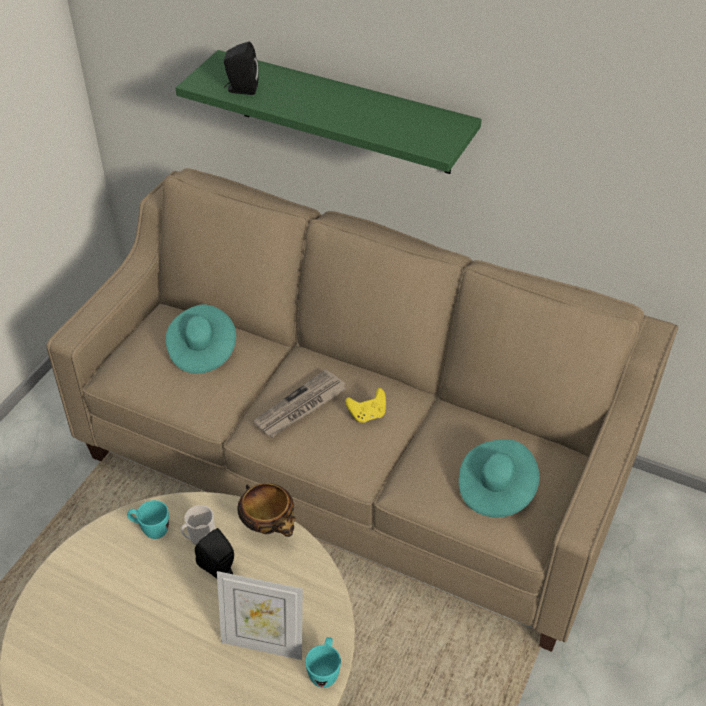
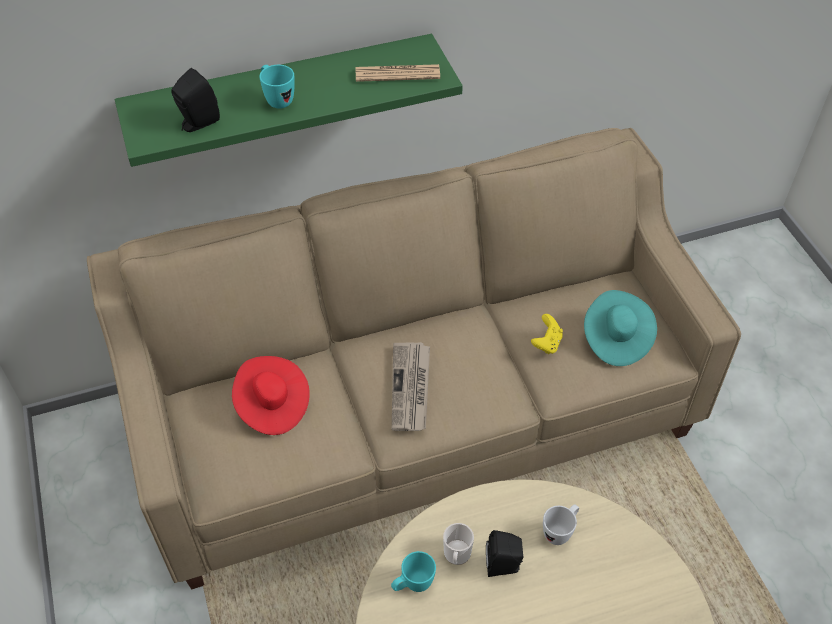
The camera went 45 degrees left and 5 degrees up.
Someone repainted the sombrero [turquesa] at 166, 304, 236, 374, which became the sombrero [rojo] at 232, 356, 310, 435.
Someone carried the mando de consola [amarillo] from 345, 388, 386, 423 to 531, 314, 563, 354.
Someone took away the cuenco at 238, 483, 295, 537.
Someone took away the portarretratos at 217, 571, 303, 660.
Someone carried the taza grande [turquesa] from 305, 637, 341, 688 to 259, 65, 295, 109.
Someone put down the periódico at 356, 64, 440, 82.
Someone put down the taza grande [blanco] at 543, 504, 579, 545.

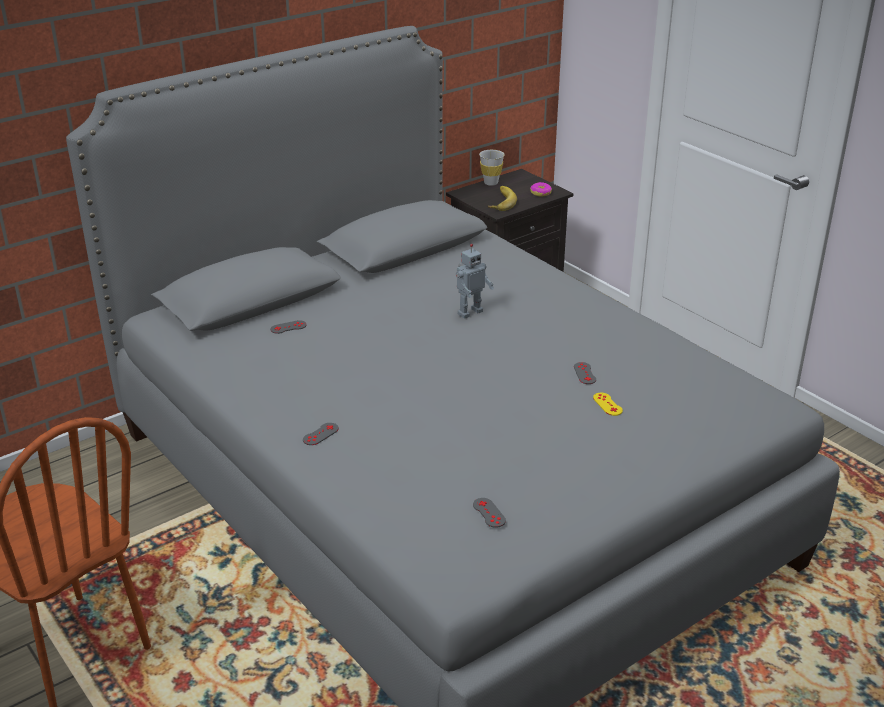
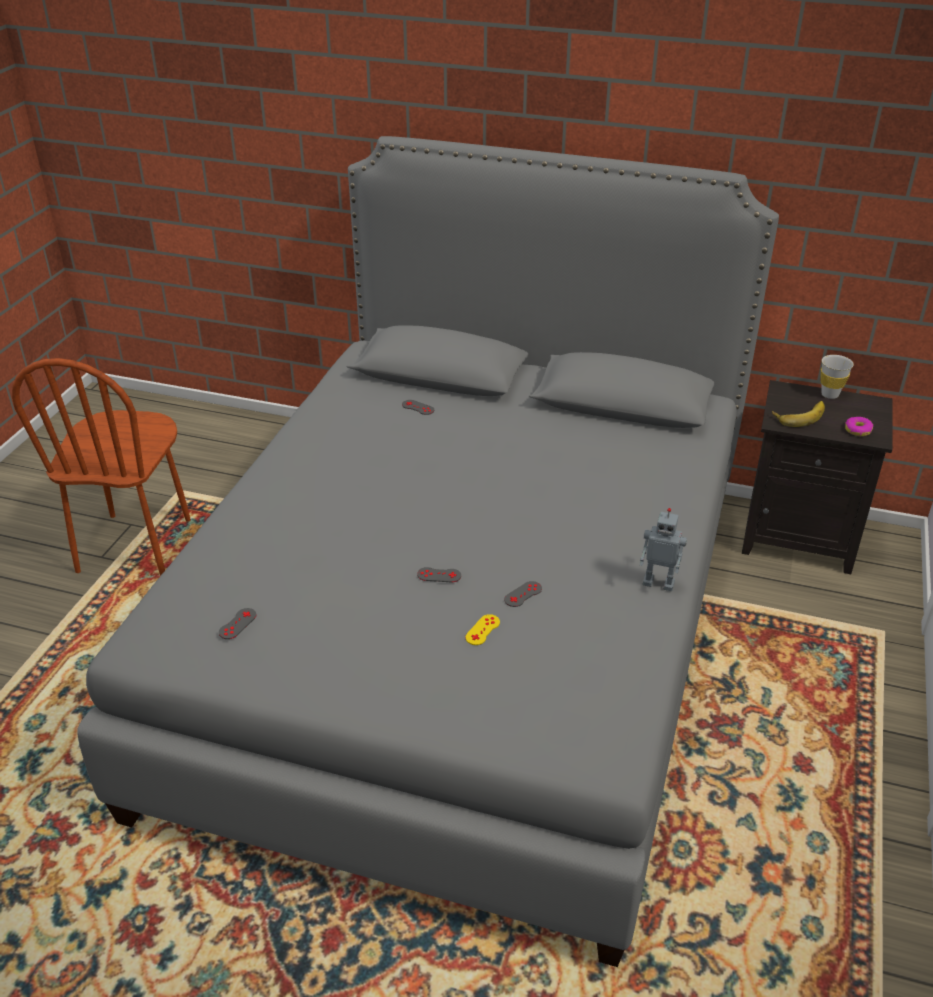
The camera went 55 degrees right and 5 degrees up.
Someone carried the robot de juguete from 456, 244, 494, 319 to 640, 508, 687, 591.
Someone carried the mando de consola [gris] from 303, 423, 339, 445 to 417, 567, 461, 582.

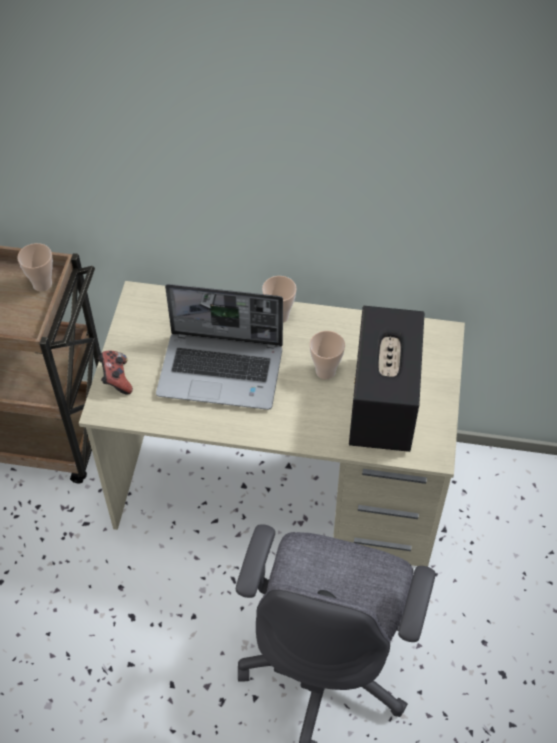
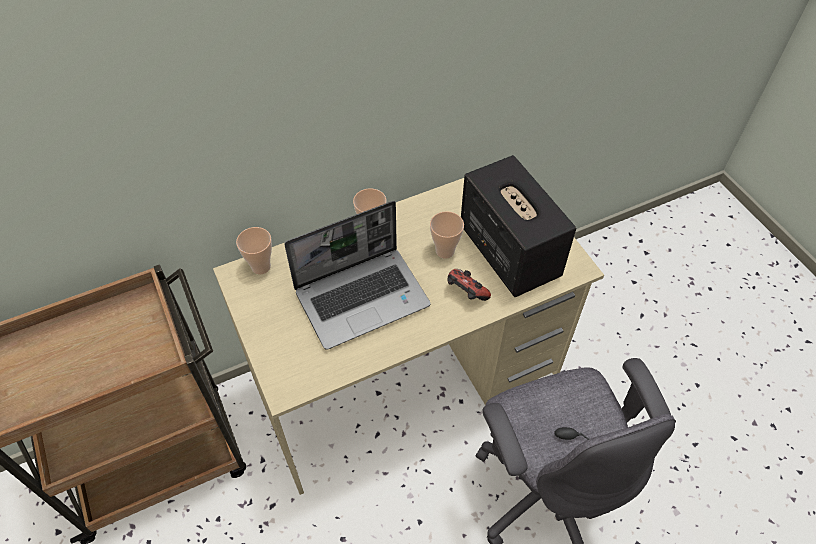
The camera went 35 degrees left and 0 degrees up.
Someone carried the taza from 17, 243, 53, 292 to 236, 227, 272, 274.
Someone carried the mando de consola from 98, 351, 133, 394 to 448, 269, 491, 301.

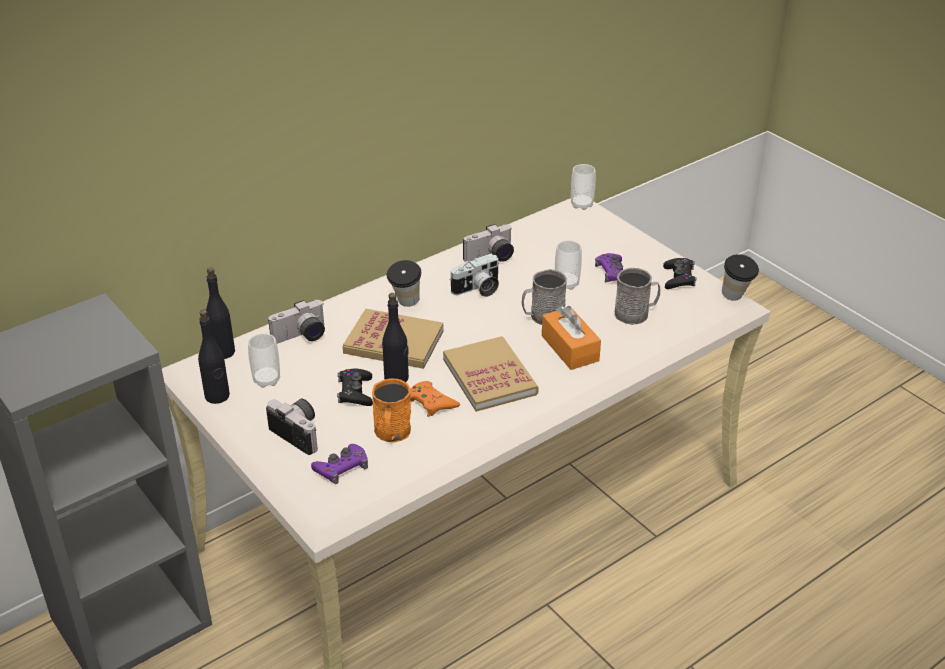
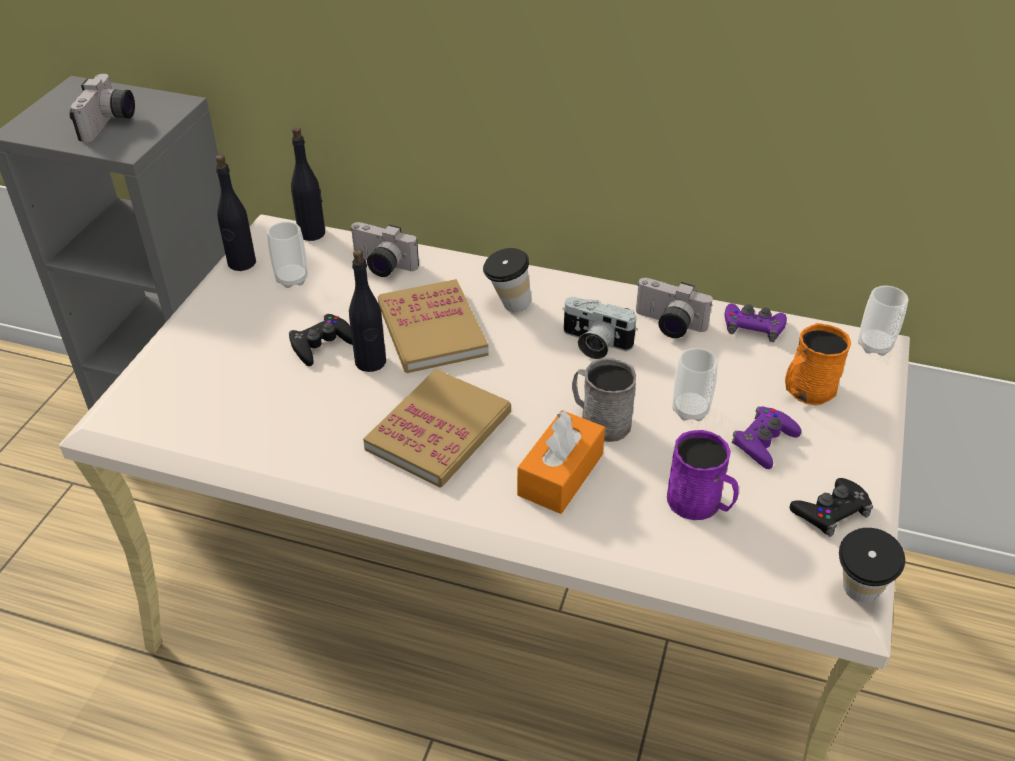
The camera went 55 degrees right and 5 degrees up.
Someone repainted the taza grande [gris] at 614, 268, 660, 325, which became the taza grande [morado] at 667, 430, 738, 520.
Someone carried the taza grande [naranja] from 372, 379, 411, 442 to 785, 323, 851, 406.
Someone took away the mando de consola [naranja] at 410, 381, 460, 417.
Someone carried the cámara from 266, 399, 318, 455 to 70, 74, 135, 142.
Someone carried the mando de consola [morado] from 311, 444, 368, 484 to 724, 303, 787, 342.

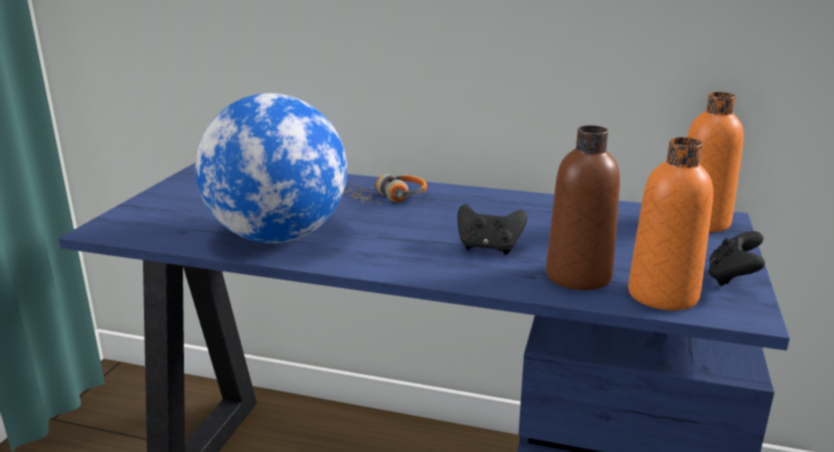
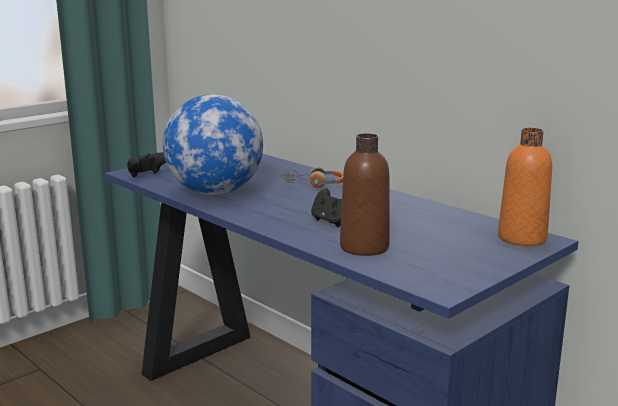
The camera went 30 degrees right and 5 degrees down.
Someone took away the botella [naranja] at 628, 137, 713, 310.
Someone carried the mando de consola [negro] from 708, 231, 765, 286 to 127, 152, 166, 177.

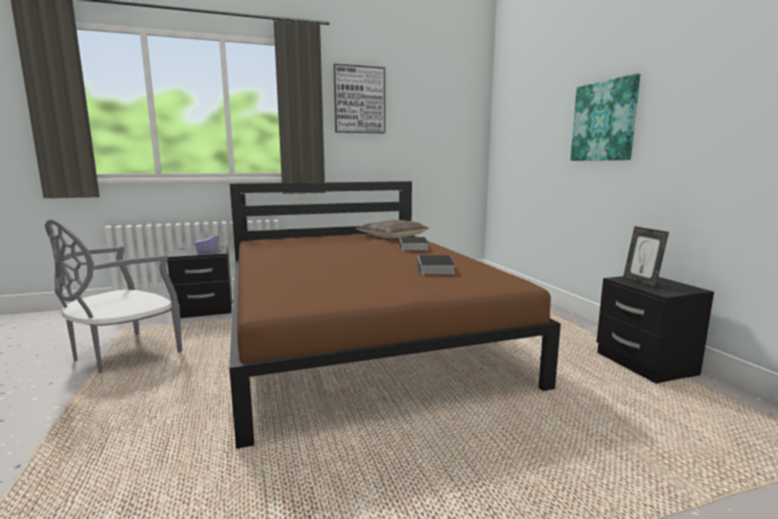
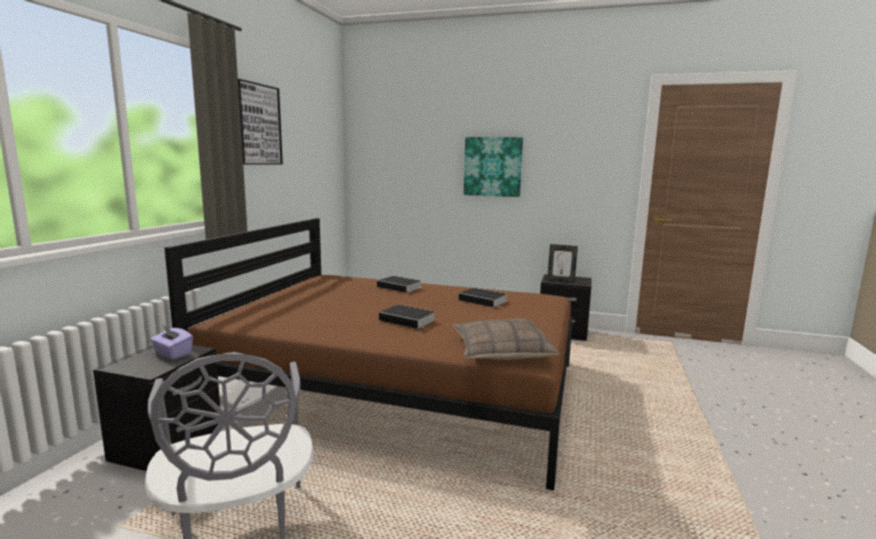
The camera went 55 degrees left and 0 degrees up.
Someone carried the cojín from 356, 220, 429, 238 to 453, 318, 560, 360.
Someone put down the libro at 379, 304, 435, 330.

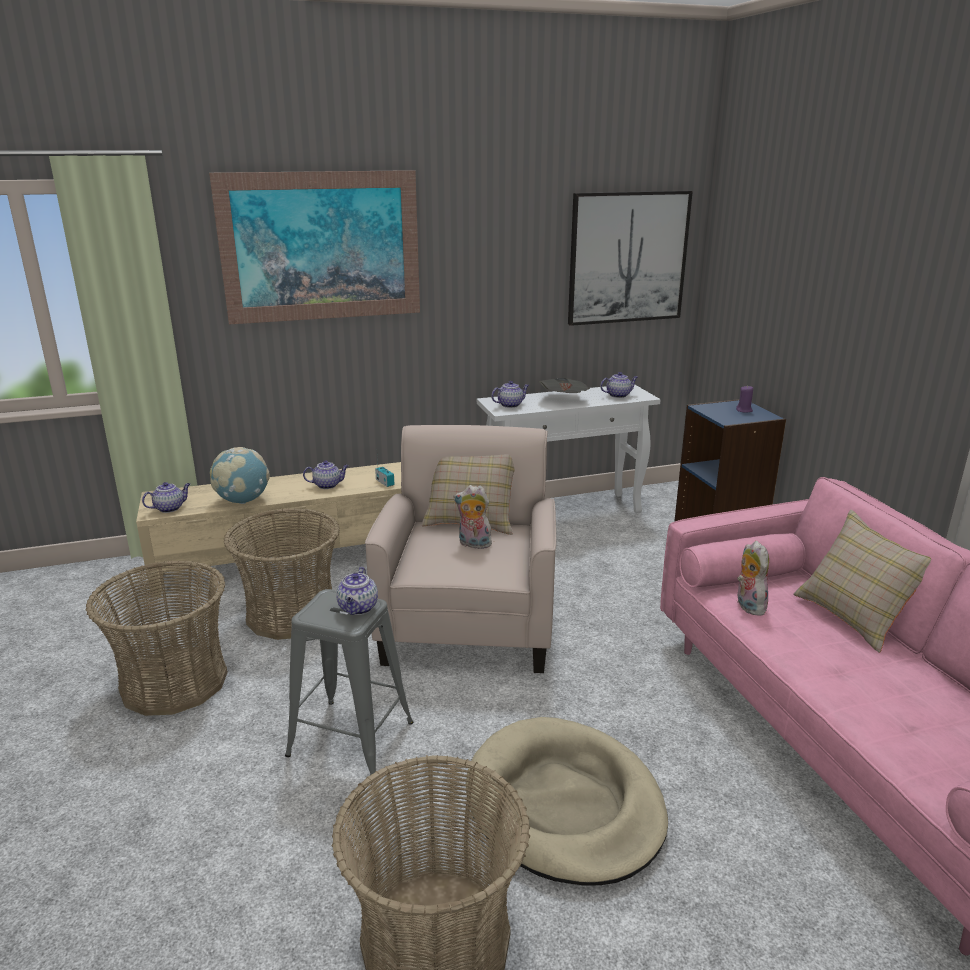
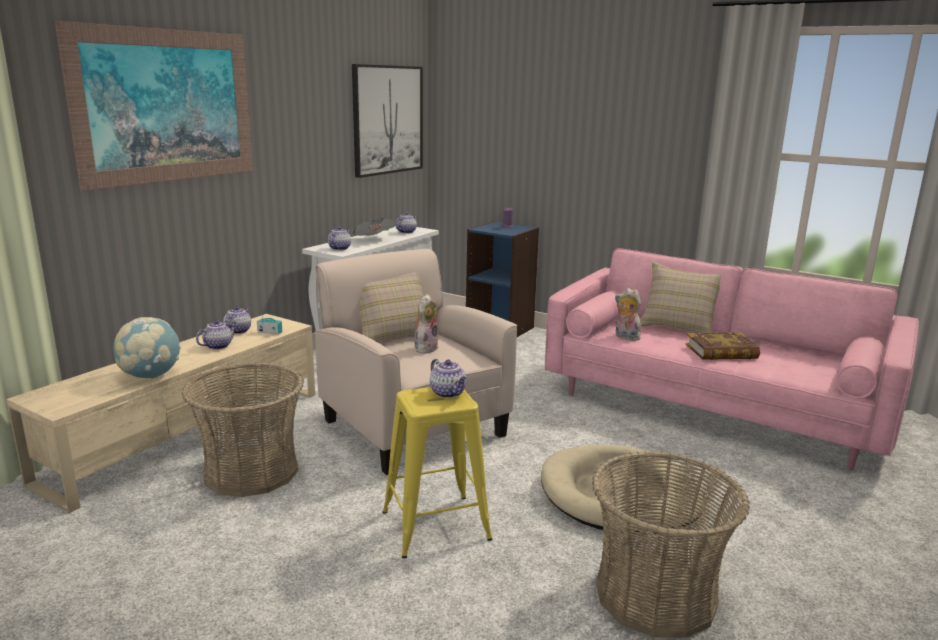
The camera went 40 degrees left and 5 degrees down.
Someone carried the tetera from 142, 482, 190, 513 to 223, 306, 251, 334.
Someone rotated the peluche at 453, 485, 492, 549 by 135 degrees clockwise.
Someone took away the cesta at 86, 560, 228, 716.
Someone repainted the taburete [gris] at 285, 589, 413, 775, which became the taburete [amarillo] at 383, 387, 492, 558.
Someone put down the libro at 686, 332, 760, 360.

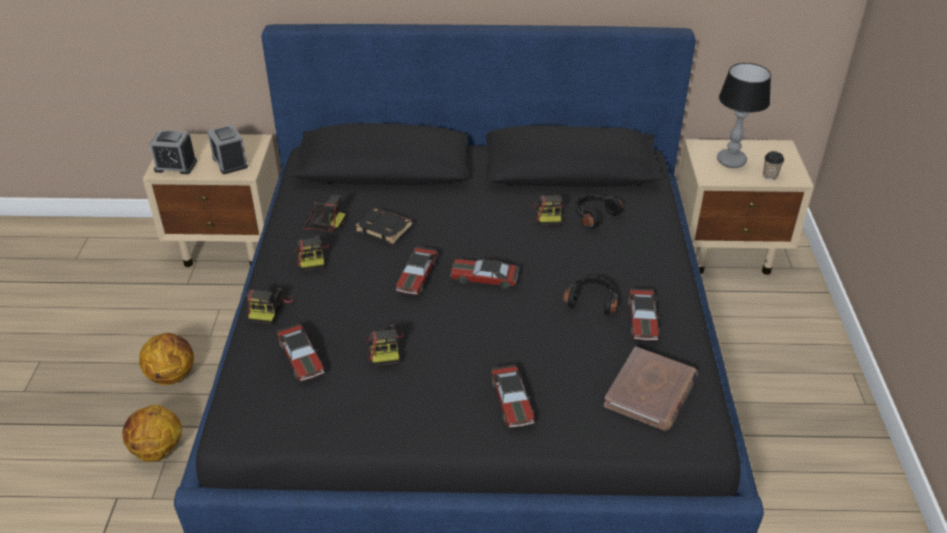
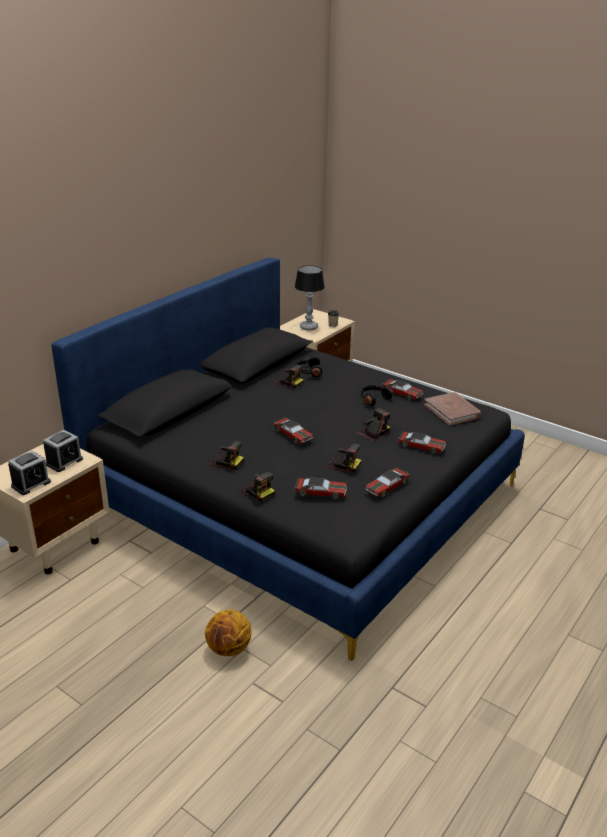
The camera went 55 degrees left and 10 degrees down.
Someone rotated the despertador at 207, 124, 248, 174 by 60 degrees counterclockwise.
Someone carried the cámara from 302, 194, 346, 232 to 356, 408, 391, 441.
Someone took away the libro [negro] at 355, 207, 413, 244.
Someone carried the coche de juguete from 451, 259, 519, 289 to 365, 468, 410, 497.
Someone took away the balón de baloncesto at 139, 333, 194, 385.

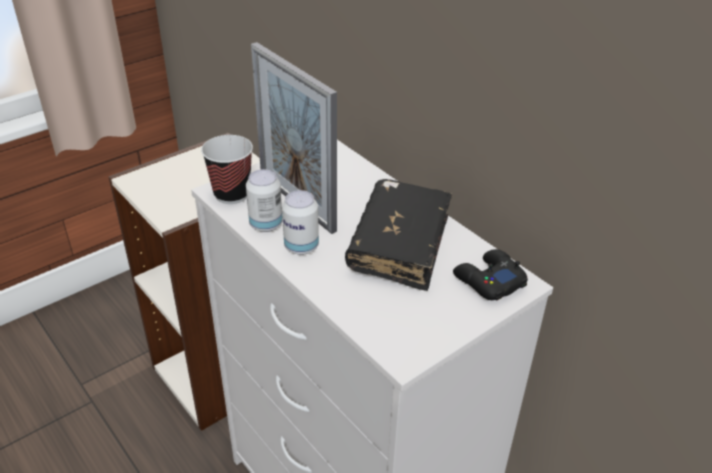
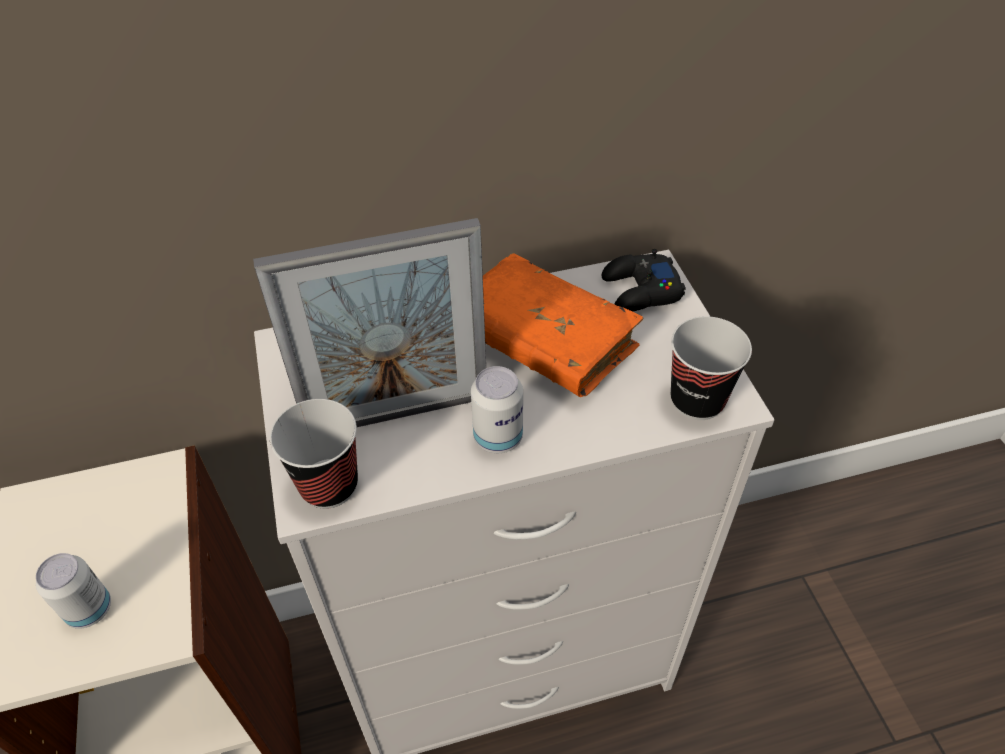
The camera went 65 degrees left and 10 degrees up.
Someone carried the lata from 246, 169, 283, 232 to 36, 553, 111, 629.
Someone repainted the libro [negro] at 345, 179, 452, 291, which became the libro [naranja] at 483, 253, 643, 397.
Someone put down the taza at 671, 316, 752, 420.

